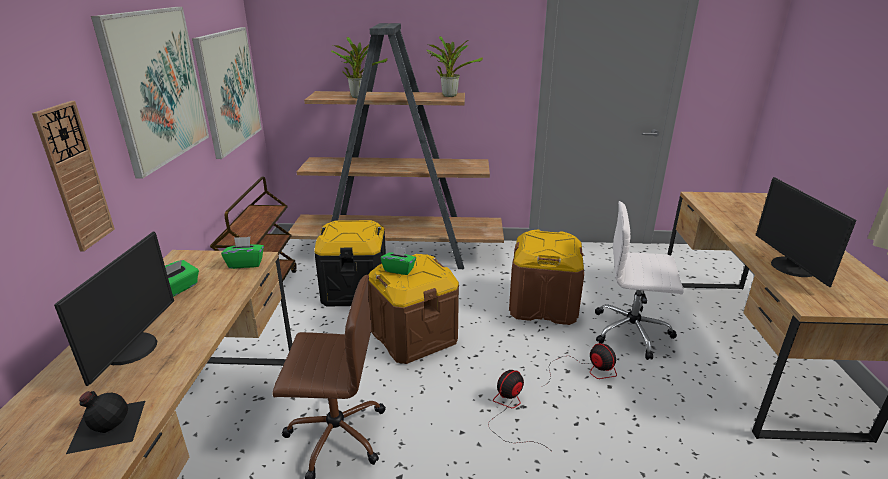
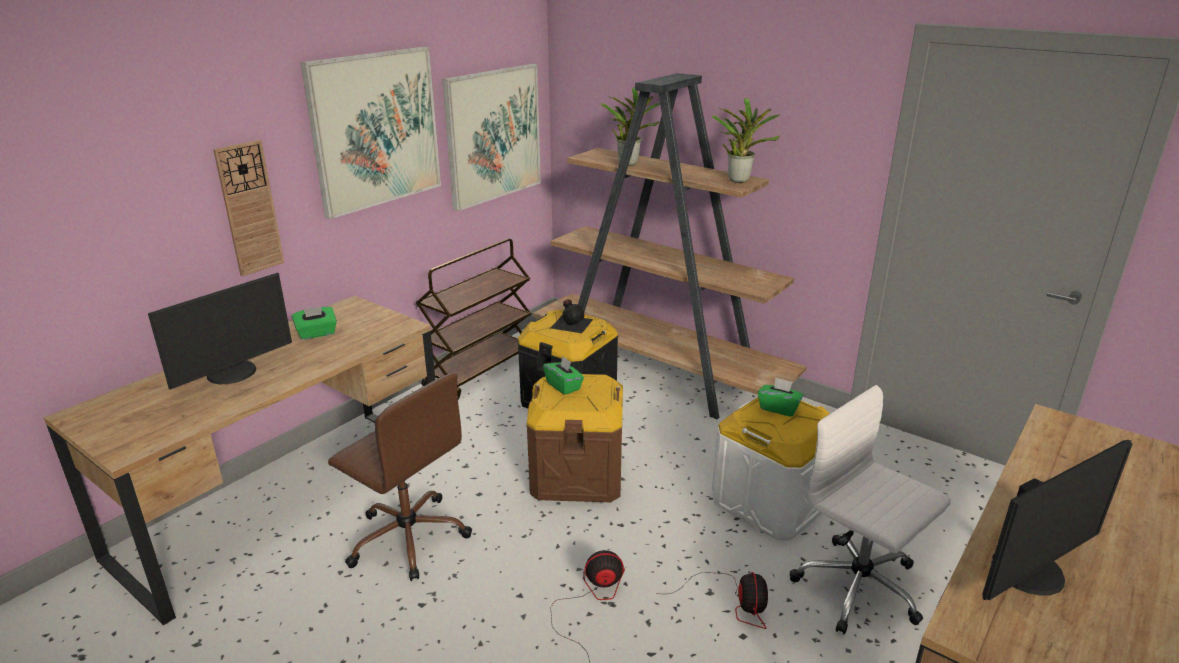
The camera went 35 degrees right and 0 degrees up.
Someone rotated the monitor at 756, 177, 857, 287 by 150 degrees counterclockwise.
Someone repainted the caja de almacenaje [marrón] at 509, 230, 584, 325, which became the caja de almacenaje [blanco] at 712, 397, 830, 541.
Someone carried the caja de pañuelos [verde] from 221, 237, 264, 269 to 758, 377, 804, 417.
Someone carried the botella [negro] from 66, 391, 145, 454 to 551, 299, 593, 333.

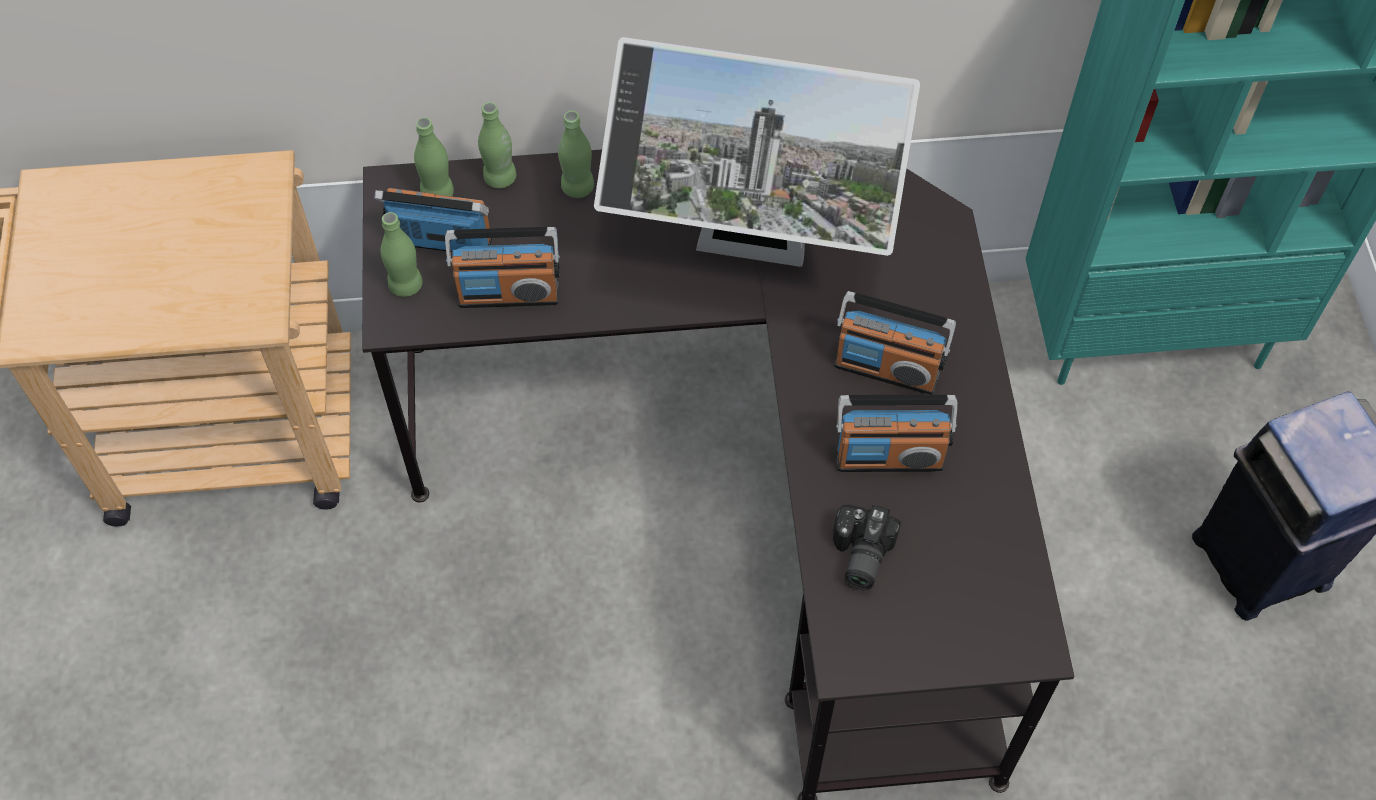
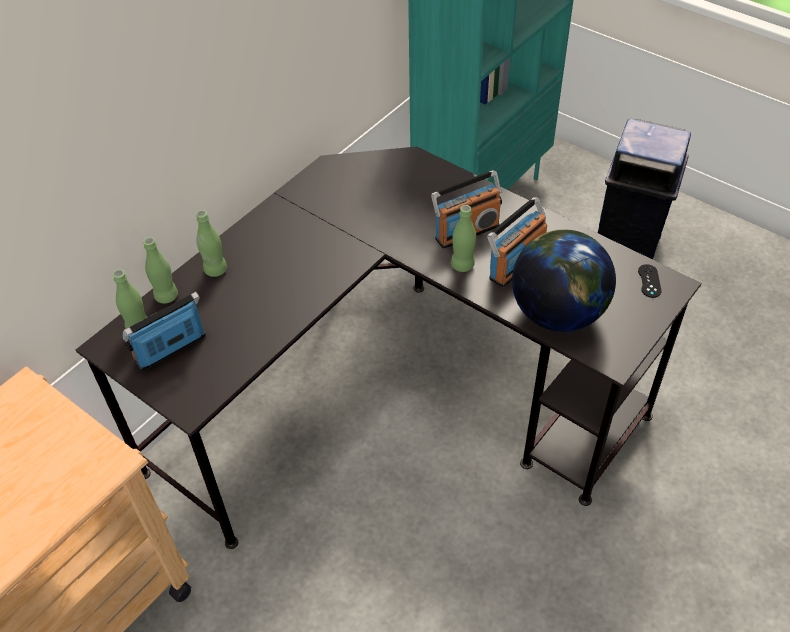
The camera went 45 degrees left and 10 degrees down.
Someone took away the monitor at 594, 37, 920, 267.
Someone carried the botella [verde] from 380, 212, 423, 297 to 451, 205, 476, 272.
Someone took away the radio at 445, 227, 560, 308.
Someone swapped the cámara at 833, 505, 901, 590 for the globo terráqueo at 512, 229, 616, 332.
Someone put down the mando de consola [negro] at 638, 264, 662, 298.

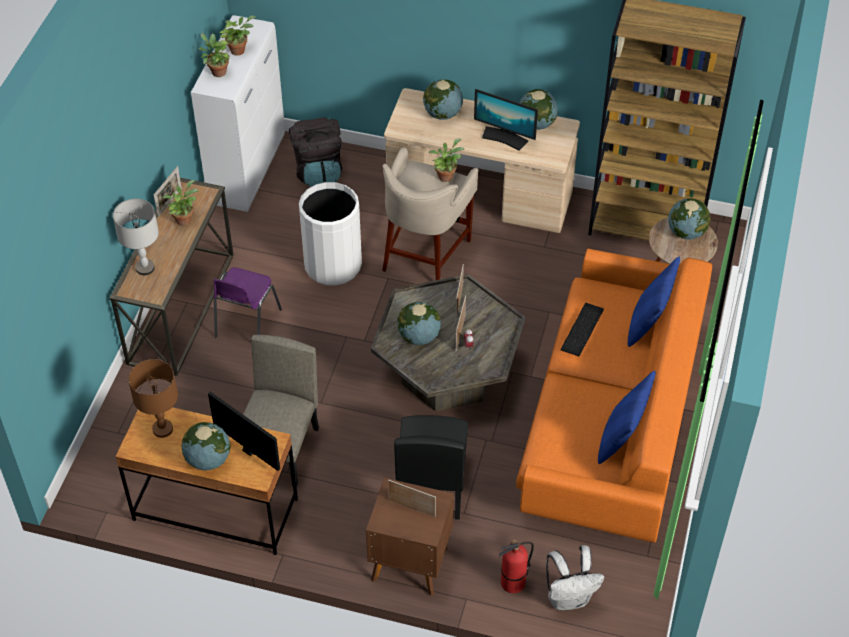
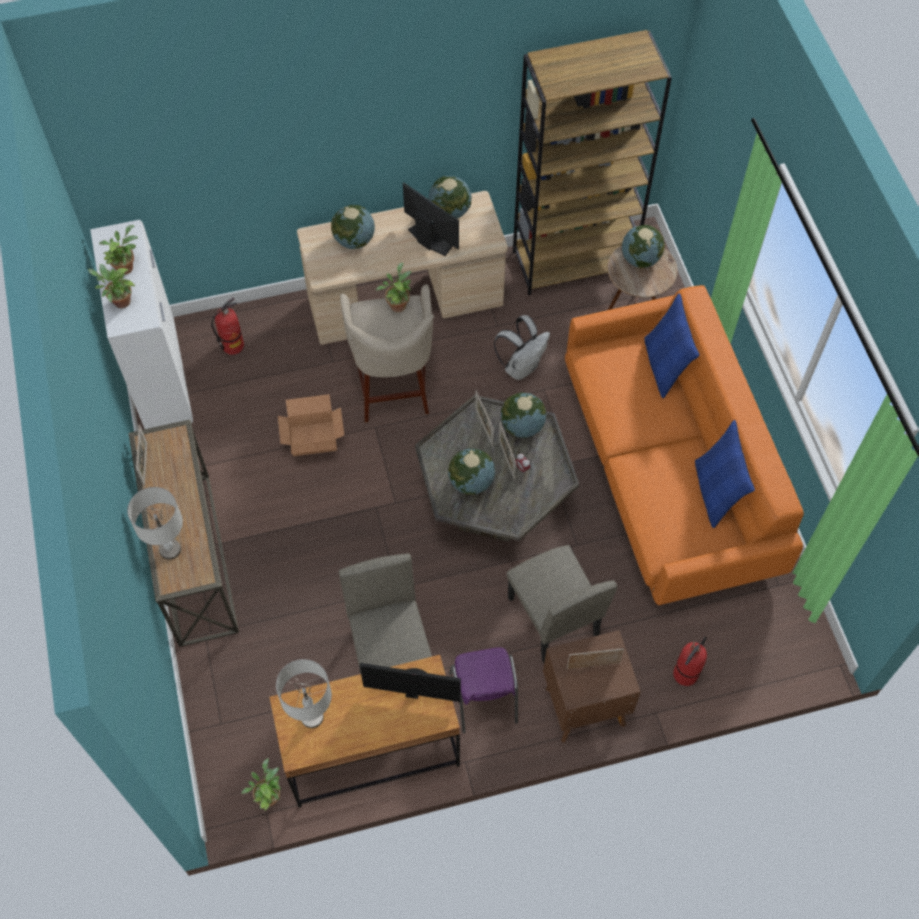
The camera went 30 degrees left and 10 degrees up.
Someone rotated the monitor at 474, 89, 538, 151 by 135 degrees counterclockwise.
Someone swapped the mochila [negro] at 289, 117, 342, 187 for the extintor at 211, 298, 244, 355.
Someone carried the planta en maceta from 162, 180, 198, 226 to 241, 758, 281, 811.
Someone swapped the papelera [blanco] at 299, 182, 362, 286 for the caja de cartón at 278, 394, 344, 456.
Someone carried the silla [morado] from 213, 267, 282, 338 to 449, 647, 518, 733.
Someone took away the teclado at 561, 303, 604, 357.
Someone repainted the lámpara de mesa [marrón] at 128, 359, 178, 438, which became the lámpara de mesa [gris] at 276, 659, 332, 728.
Someone repainted the silla [negro] at 394, 415, 468, 520, which became the silla [beis] at 507, 545, 617, 663.
Someone carried the globo terráqueo from 181, 422, 230, 471 to 501, 392, 546, 438.
Someone carried the mochila [blanco] from 546, 545, 604, 611 to 494, 315, 550, 380.

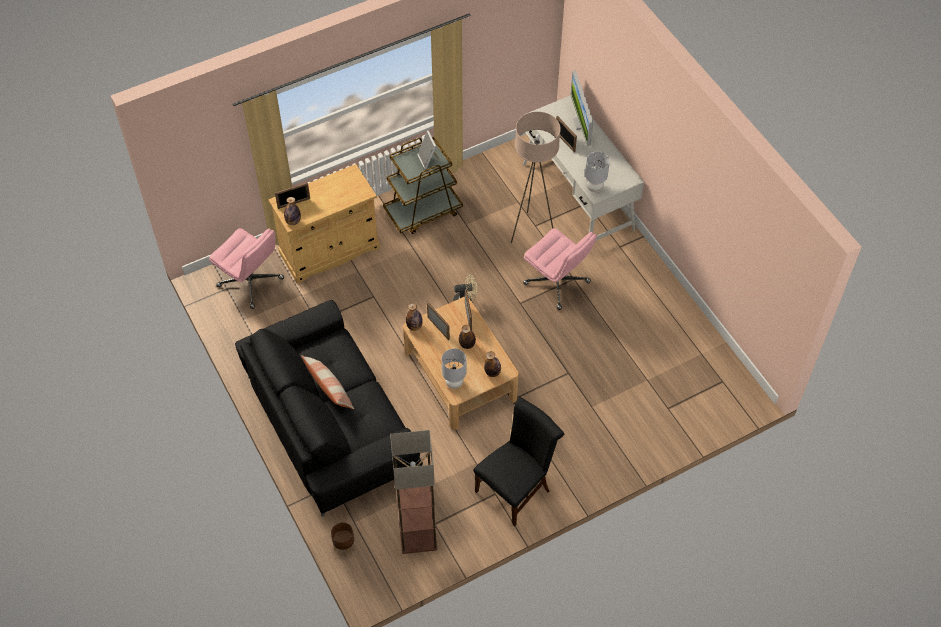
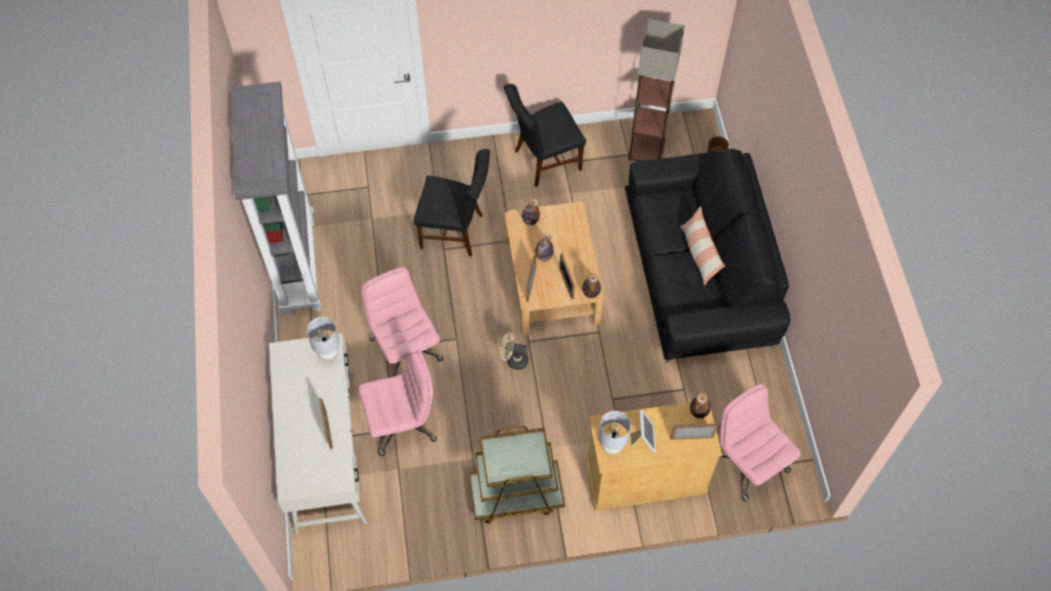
The camera went 160 degrees left and 5 degrees up.
Someone took away the monitor at 570, 70, 593, 146.
Someone swapped the lámpara de pie [beis] at 511, 112, 561, 243 for the silla de oficina [rosa] at 358, 350, 437, 456.
Someone carried the portarretratos from 417, 131, 440, 170 to 631, 410, 656, 453.
Someone carried the lámpara de mesa [gris] from 442, 349, 467, 389 to 599, 411, 631, 454.
Someone put down the estantería [gris] at 231, 81, 321, 315.
Someone put down the silla [negro] at 414, 149, 490, 256.

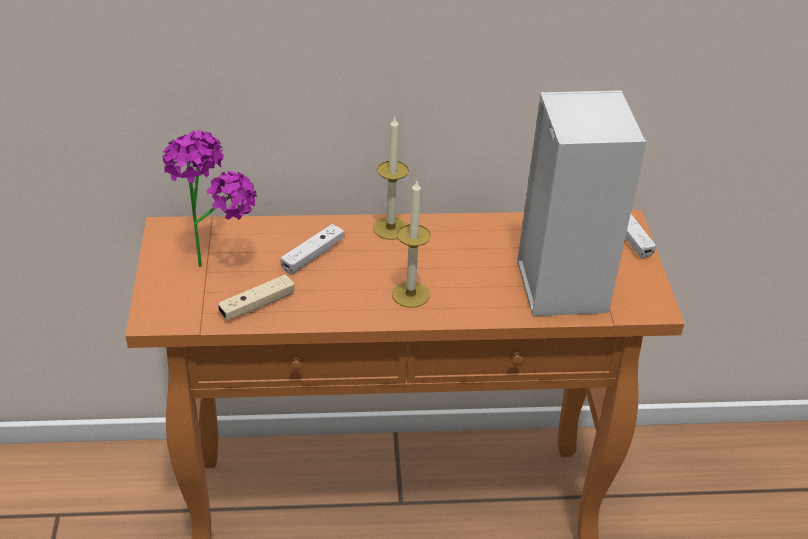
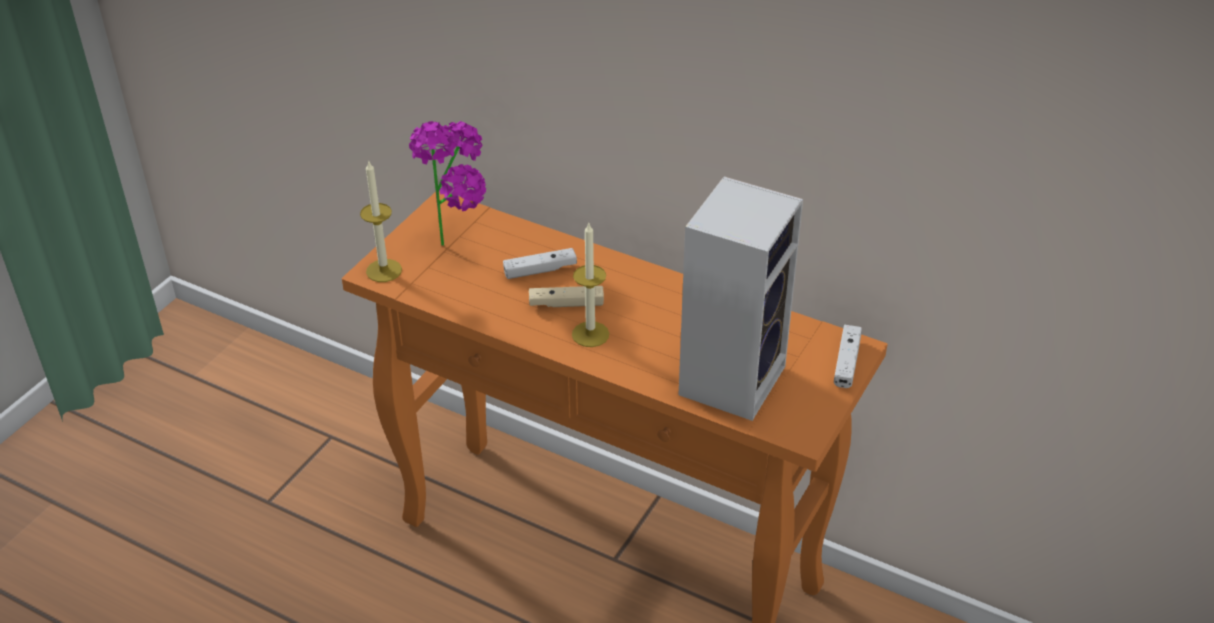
The camera went 35 degrees right and 0 degrees up.
Someone carried the vela from 373, 117, 409, 240 to 360, 162, 402, 282.
Someone carried the mando de consola [beis] from 218, 275, 295, 320 to 529, 286, 604, 307.

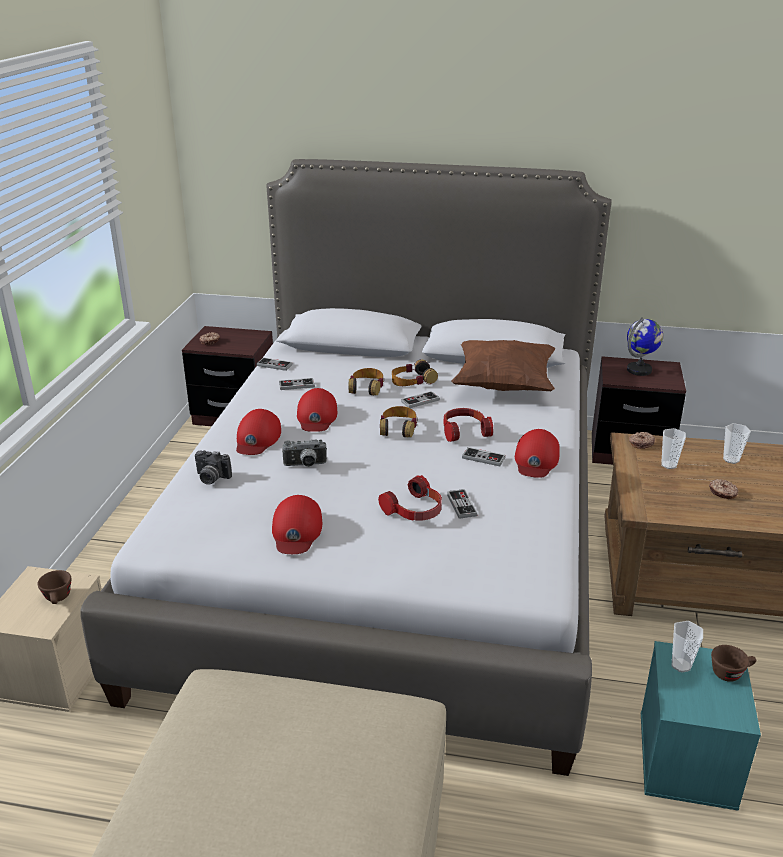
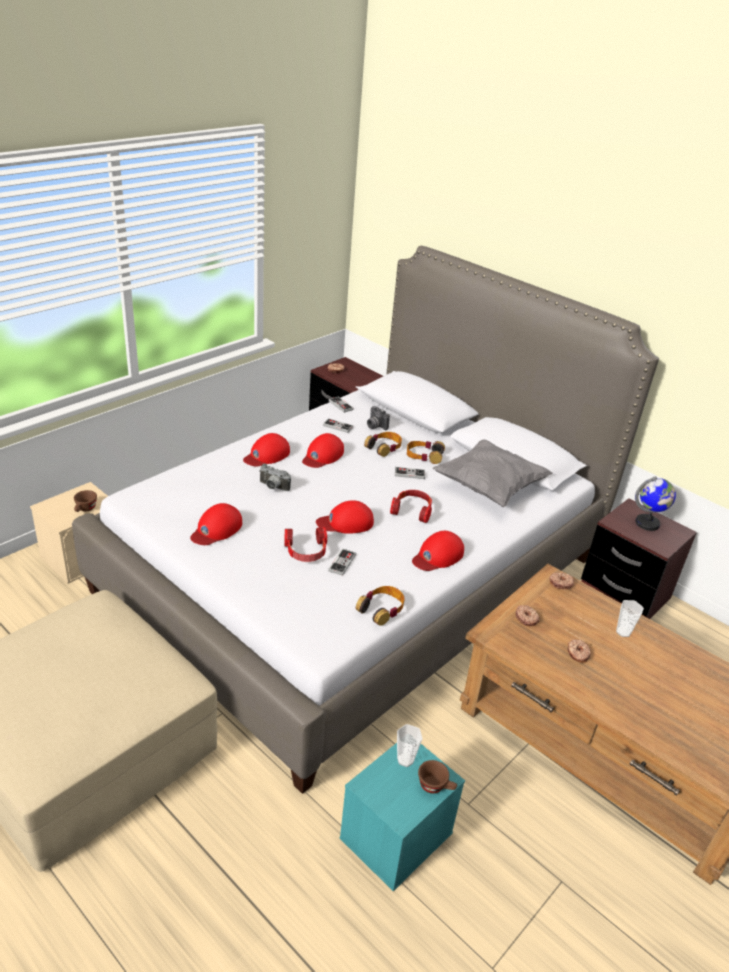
The camera went 30 degrees right and 5 degrees up.
Someone repainted the cojín [marrón] at 451, 340, 555, 391, which became the cojín [gris] at 433, 440, 553, 507.
Someone carried the auriculares from 380, 406, 417, 437 to 356, 586, 404, 626.
Someone took away the taza at 661, 428, 686, 469.
Someone took away the mando de consola at 462, 447, 506, 466.
Someone carried the cámara from 195, 450, 232, 485 to 367, 406, 390, 430.
Someone put down the gorra [rojo] at 316, 500, 374, 534.
Someone put down the rosquilla at 516, 605, 540, 626.

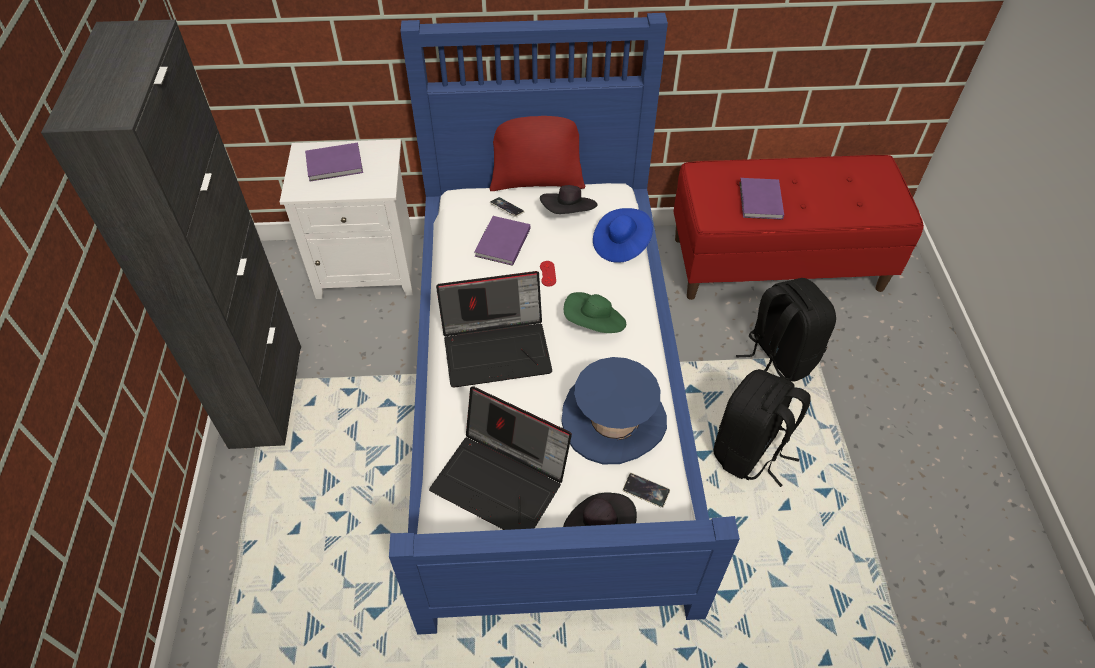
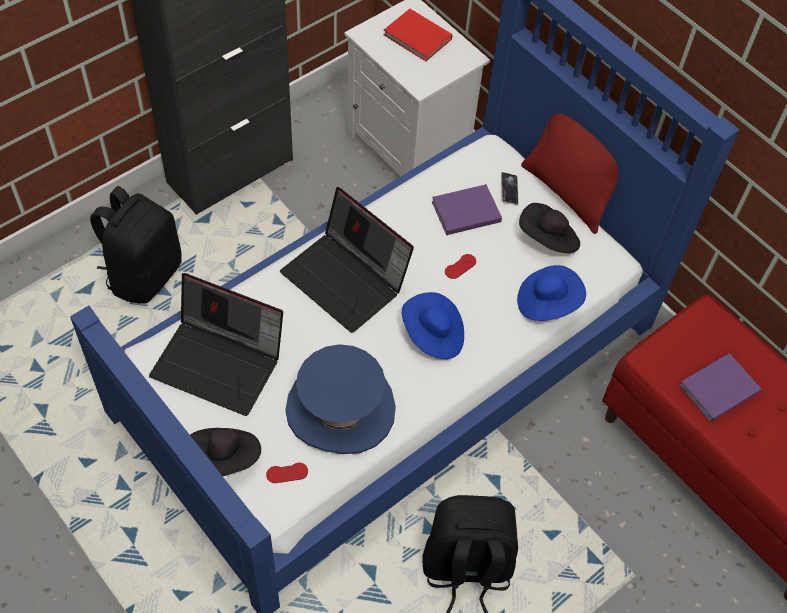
The camera went 50 degrees right and 5 degrees up.
Someone repainted the libro [morado] at 305, 142, 363, 182, which became the libro [rojo] at 383, 9, 452, 61.
Someone carried the mochila [negro] from 736, 278, 836, 382 to 90, 186, 182, 304.
Someone repainted the sombrero [verde] at 564, 292, 626, 333, which became the sombrero [azul] at 402, 292, 464, 359.
Someone rotated the portátil at 429, 386, 572, 530 by 60 degrees counterclockwise.
Someone swapped the móvil at 623, 473, 670, 508 for the mando de consola [rojo] at 266, 463, 308, 483.

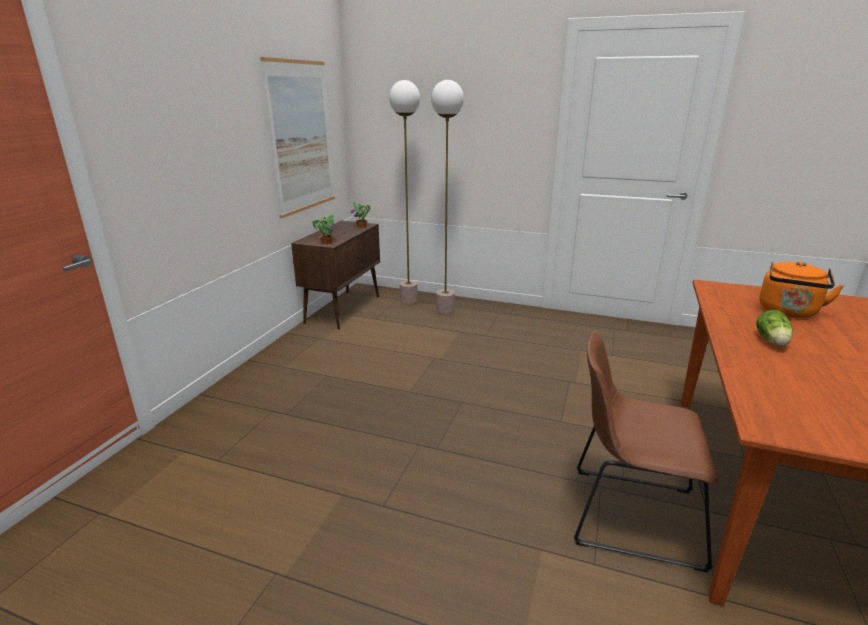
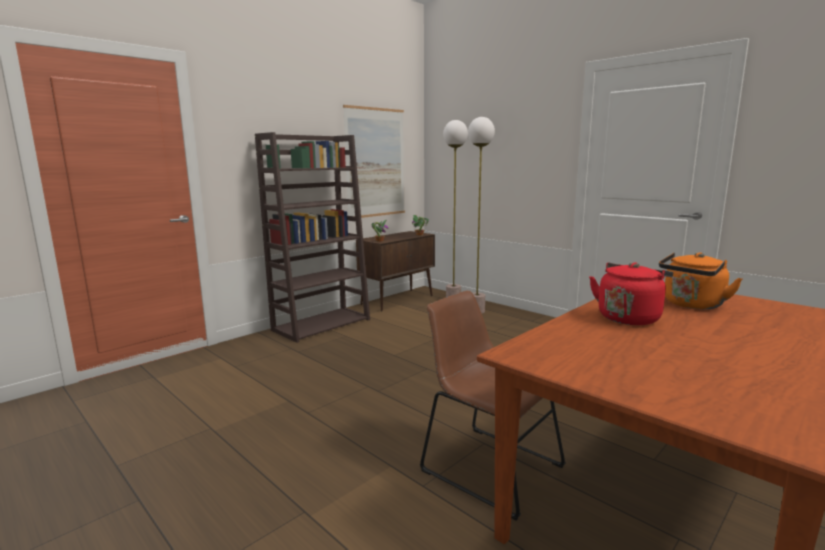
The camera went 25 degrees right and 10 degrees down.
Someone swapped the lechuga at 756, 310, 793, 346 for the hervidor [rojo] at 589, 262, 673, 325.
Someone put down the estantería [marrón] at 255, 132, 370, 343.

